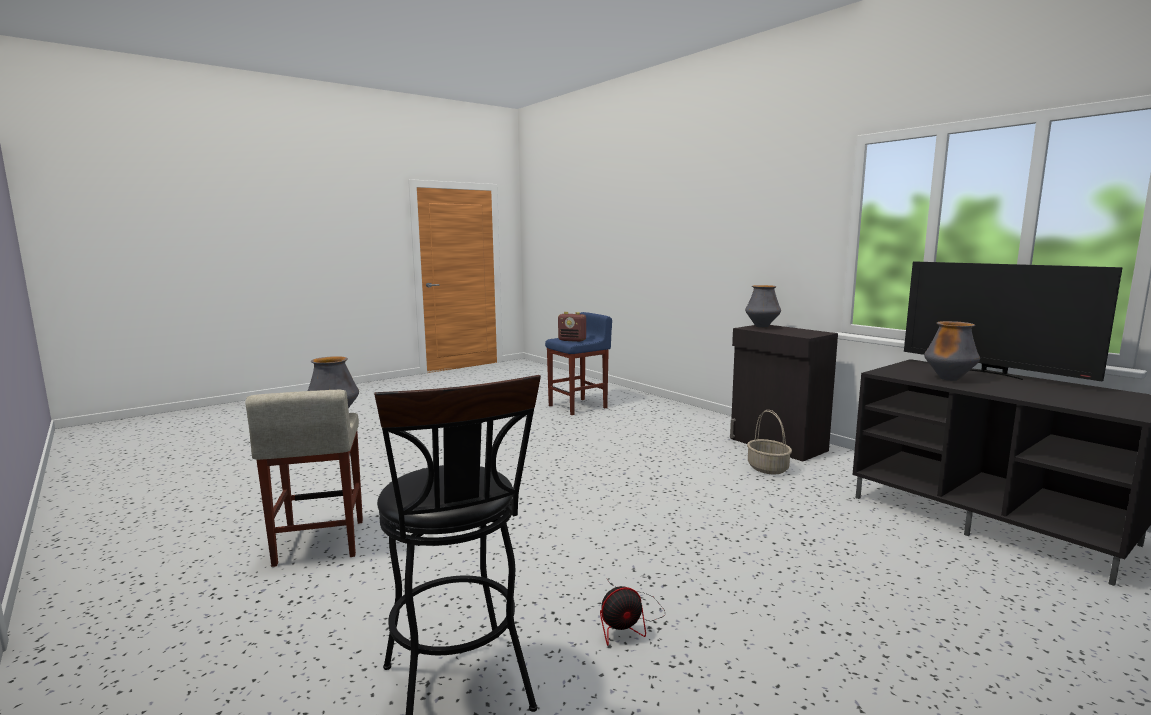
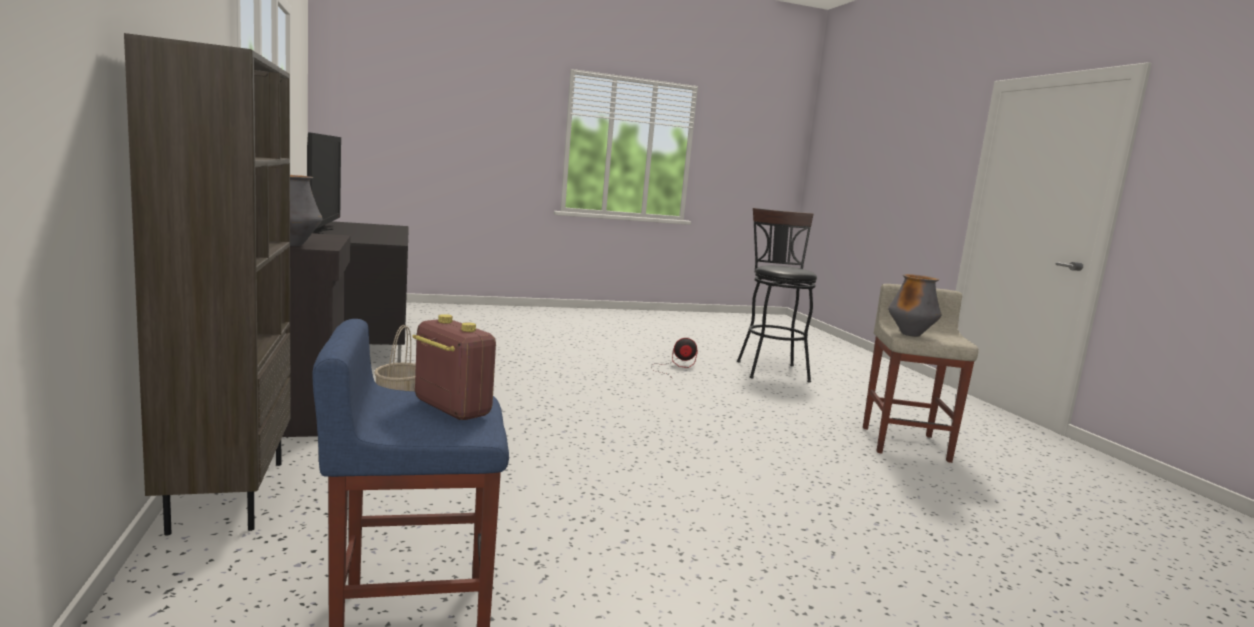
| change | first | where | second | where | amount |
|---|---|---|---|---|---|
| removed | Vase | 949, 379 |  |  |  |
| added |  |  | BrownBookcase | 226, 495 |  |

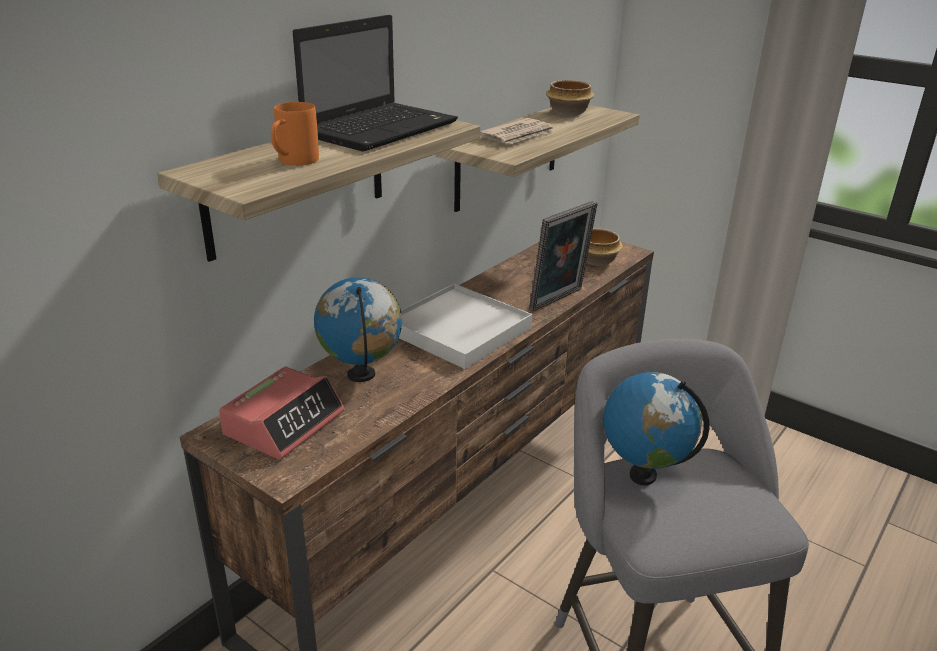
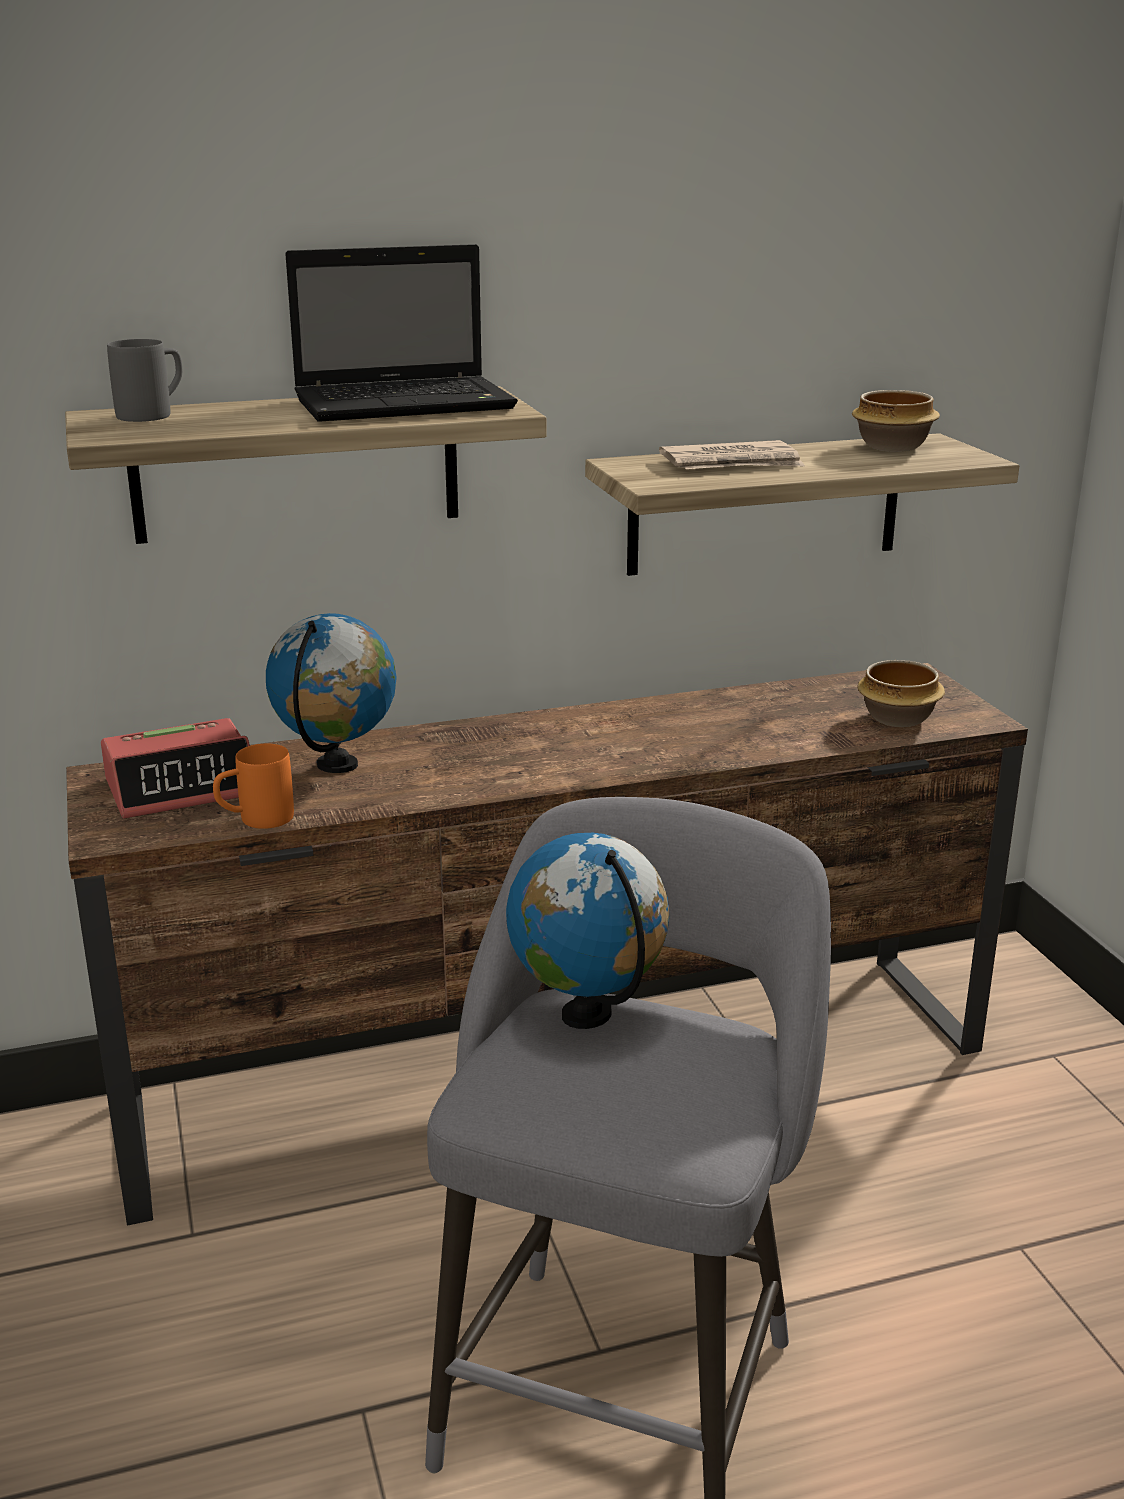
| change | first | where | second | where | amount |
|---|---|---|---|---|---|
| moved | OrangeMug | 293, 162 |  | 255, 820 |  |
| removed | WhiteTray | 459, 330 |  |  |  |
| removed | PictureFrame | 559, 300 |  |  |  |
| added |  |  | GreyMug | 154, 414 |  |

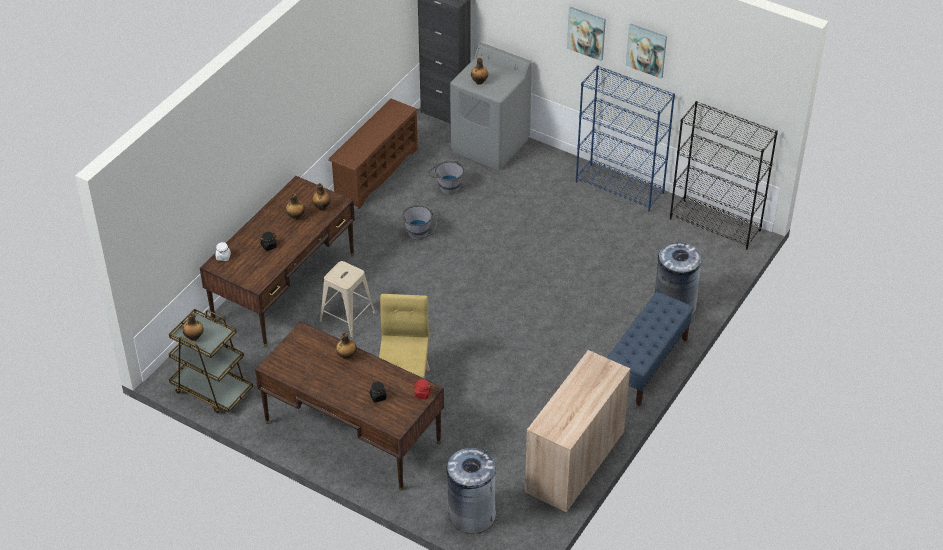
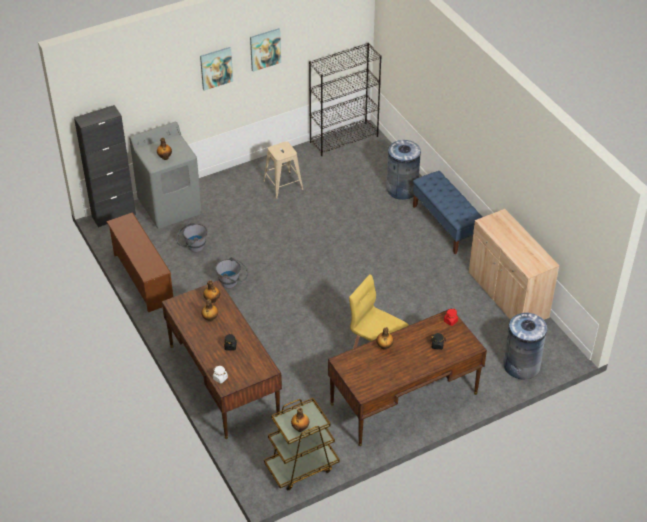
| change | first | where | second | where | amount |
|---|---|---|---|---|---|
| moved | BeigeStool | 347, 317 |  | 283, 185 |  |
| removed | BlueBookcase | 620, 187 |  |  |  |

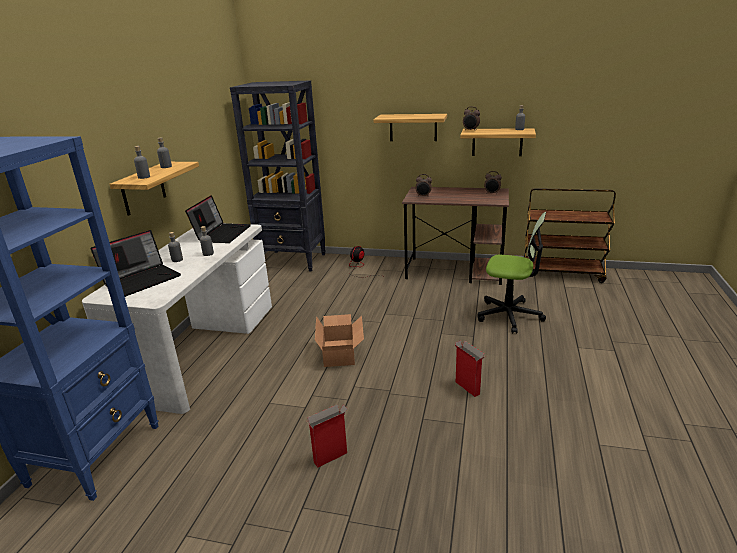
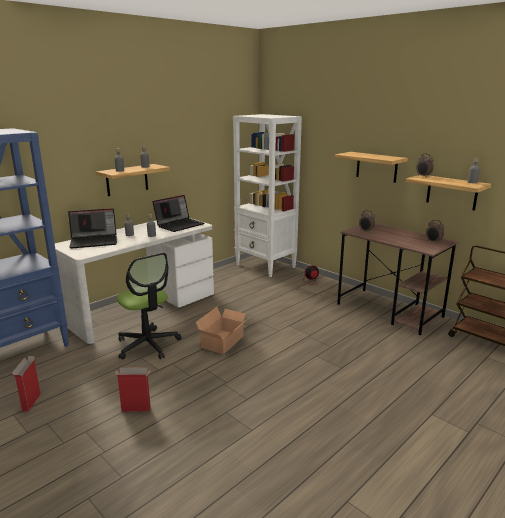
| change | first | where | second | where | amount |
|---|---|---|---|---|---|
| recoloured | BlackBookcase | 293, 261 | WhiteBookcase | 265, 266 |  |
| moved | CardboardBox | 468, 388 |  | 31, 402 |  |
| moved | OfficeChair | 509, 315 |  | 148, 345 |  |

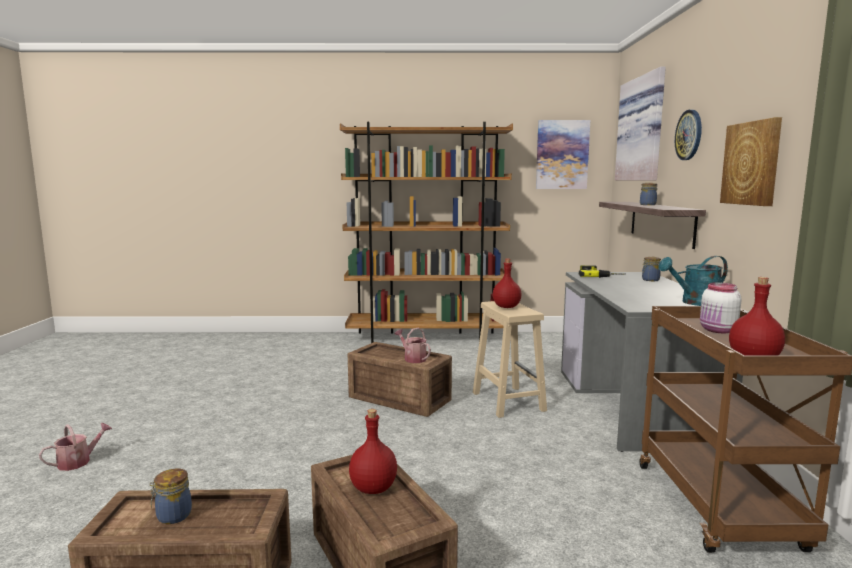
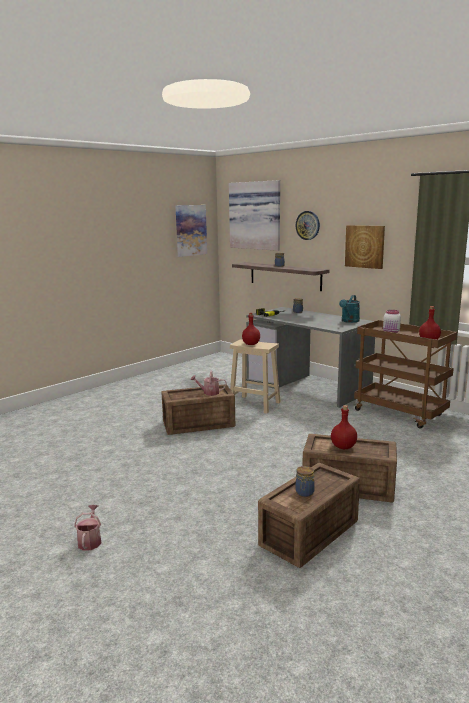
| change | first | where | second | where | amount |
|---|---|---|---|---|---|
| removed | BrownBookcase | 426, 338 |  |  |  |

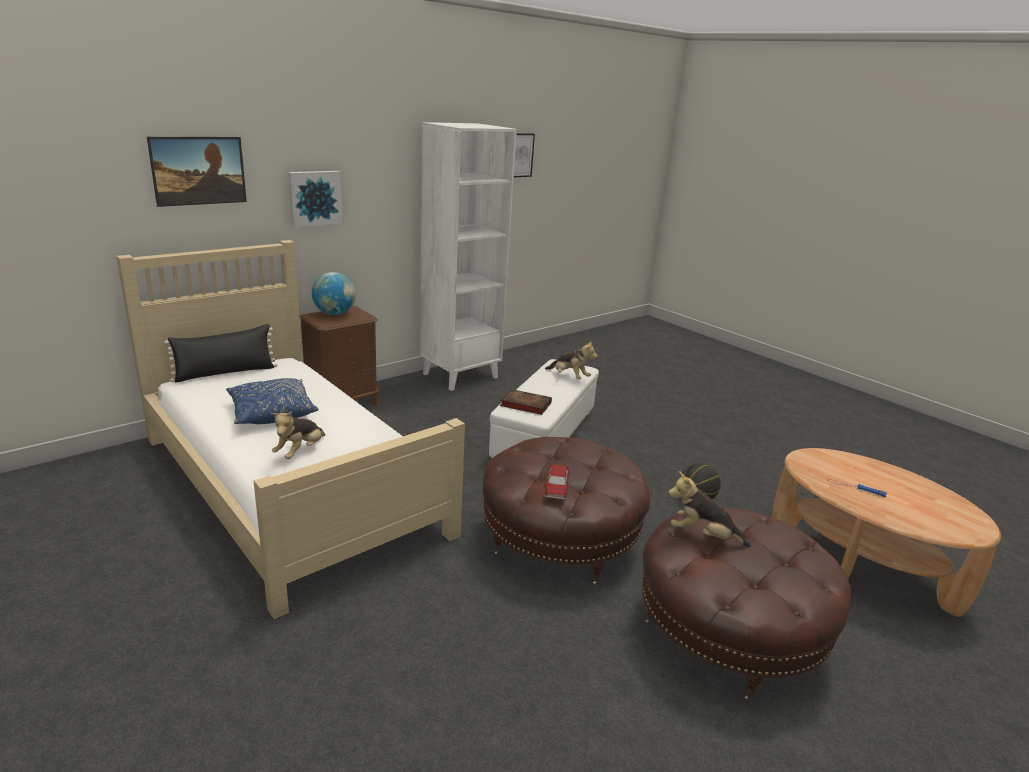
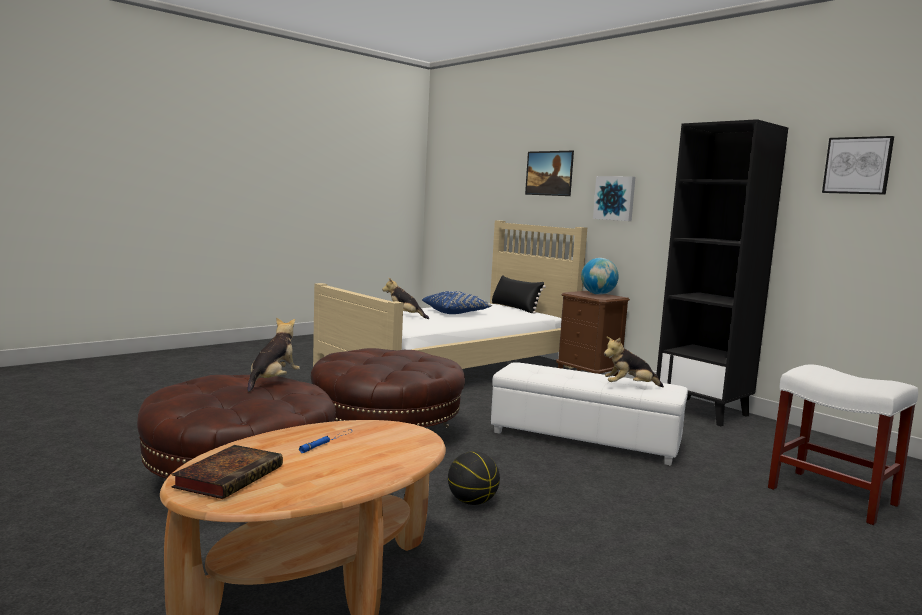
| change | first | where | second | where | amount |
|---|---|---|---|---|---|
| recoloured | WhiteBookcase | 460, 375 | BlackBookcase | 703, 411 |  |
| moved | Book | 524, 404 |  | 230, 476 |  |
| turned | PlushToy | 569, 377 |  | 629, 387 | 45 degrees clockwise |
| removed | ToyCar | 556, 489 |  |  |  |
| added |  |  | WhiteStool | 830, 495 |  |

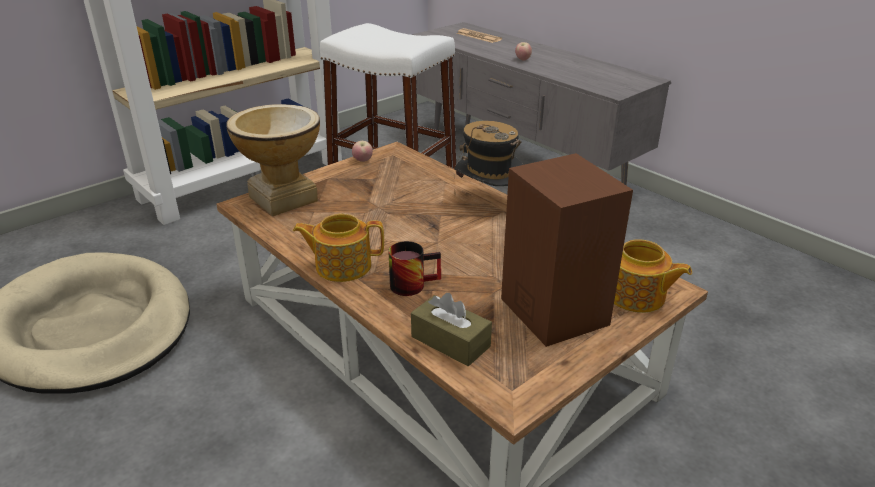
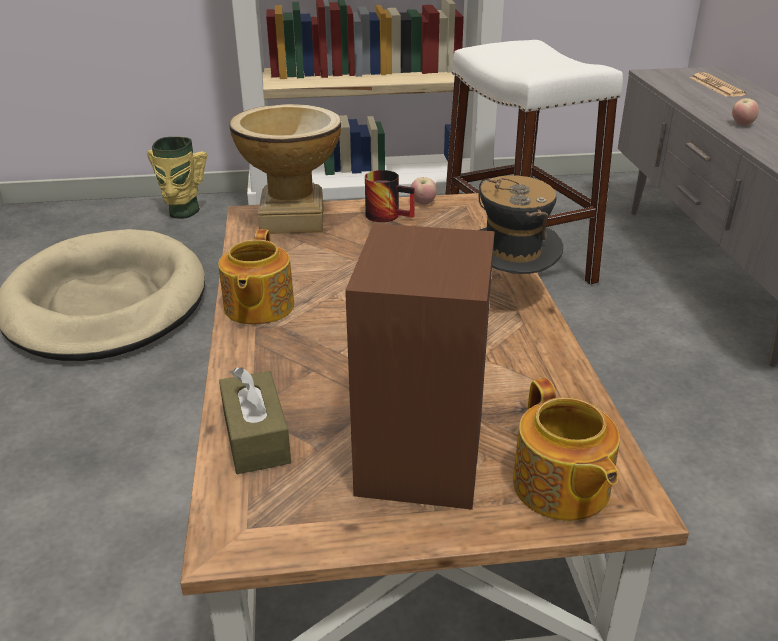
| change | first | where | second | where | amount |
|---|---|---|---|---|---|
| turned | Teapot | 342, 266 |  | 257, 307 | 120 degrees counterclockwise |
| moved | Mug | 412, 283 |  | 389, 215 |  |
| added |  |  | Vase | 182, 212 |  |

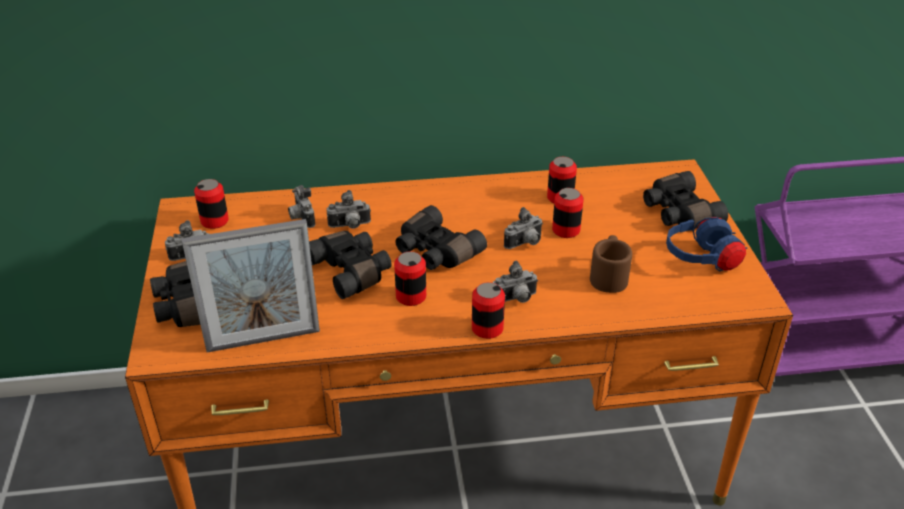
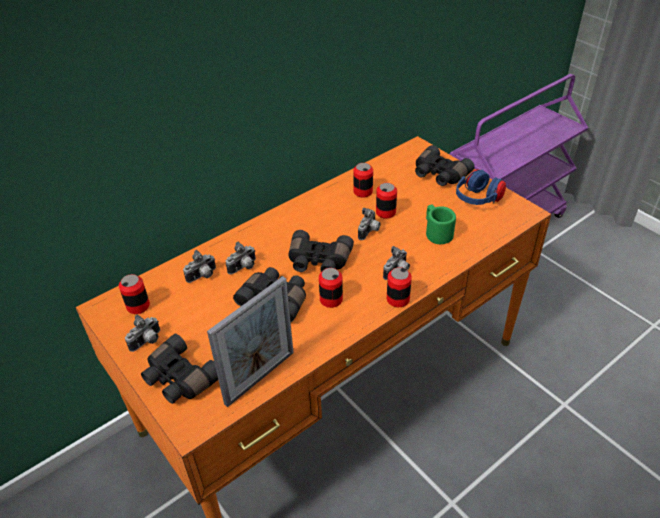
| change | first | where | second | where | amount |
|---|---|---|---|---|---|
| turned | PhotoCamera | 301, 218 |  | 203, 276 | 75 degrees counterclockwise |
| recoloured | BrownMug | 609, 276 | GreenMug | 436, 232 |  |

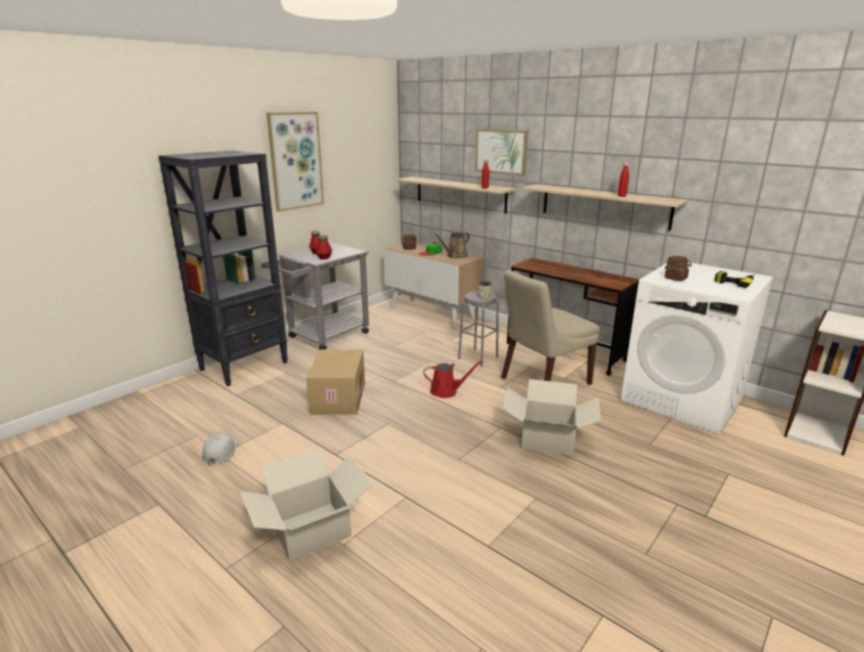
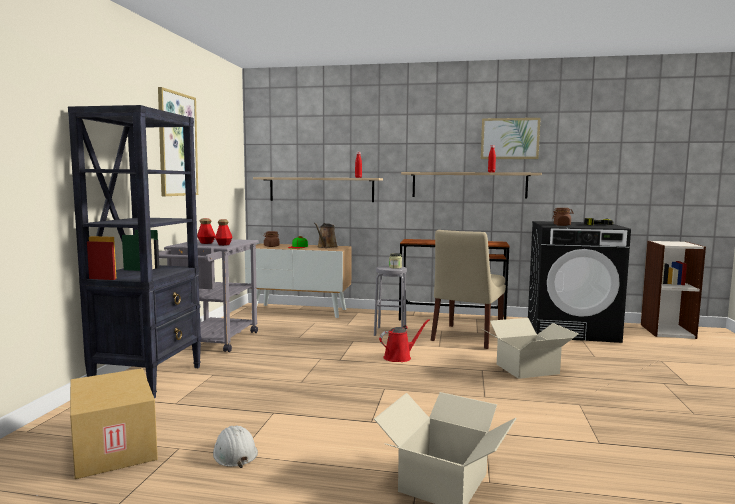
| change | first | where | second | where | amount |
|---|---|---|---|---|---|
| moved | CardboardBox | 337, 397 |  | 112, 446 |  |
| moved | Picture | 501, 151 |  | 509, 138 |  |
| recoloured | WhiteWashingMachine | 682, 399 | BlackWashingMachine | 571, 330 |  |

